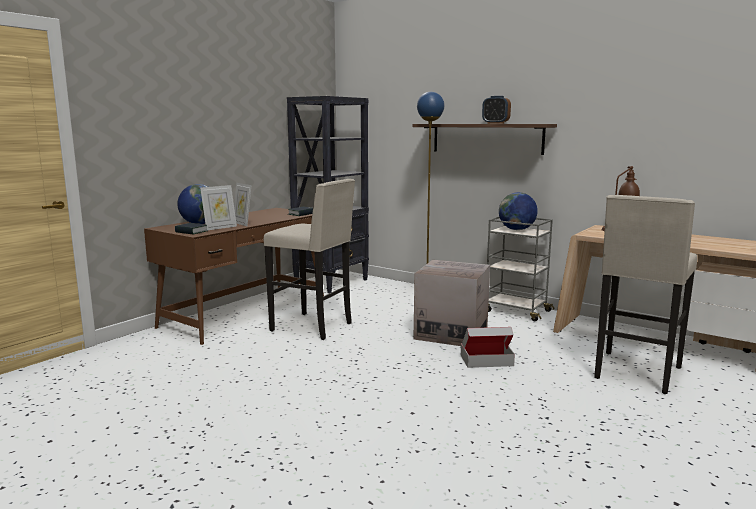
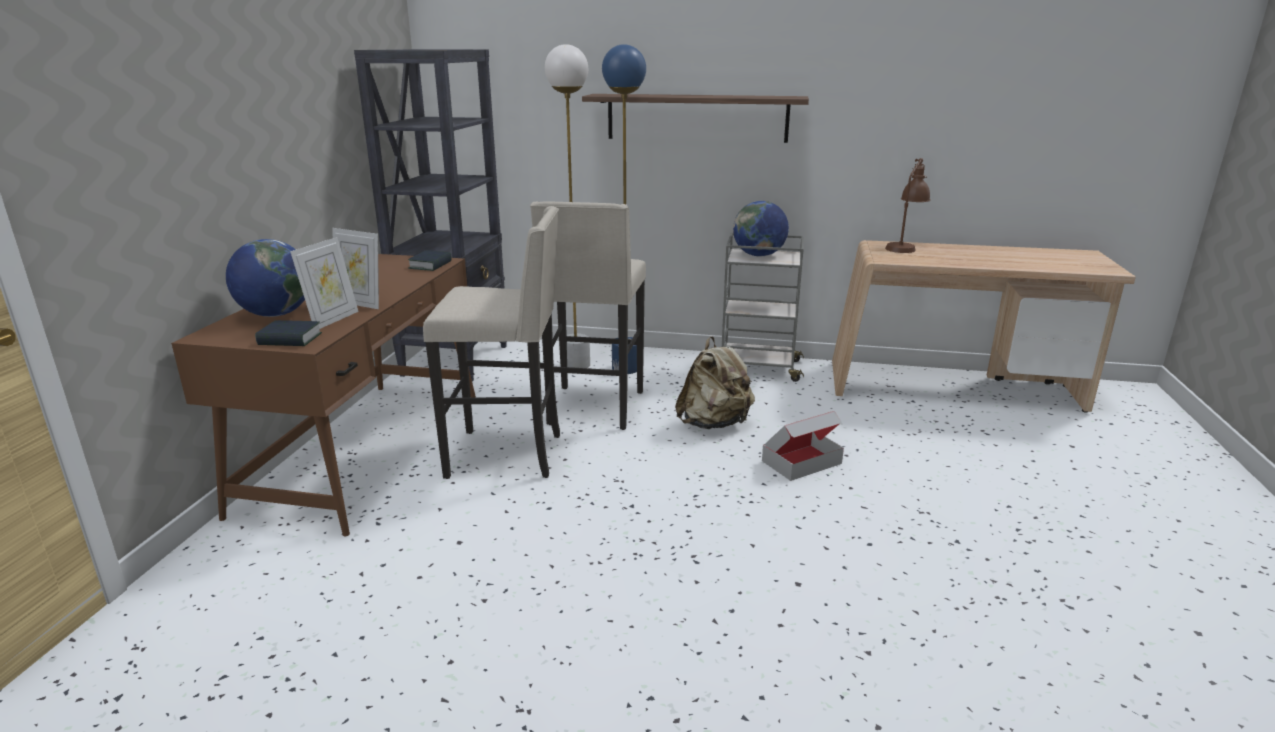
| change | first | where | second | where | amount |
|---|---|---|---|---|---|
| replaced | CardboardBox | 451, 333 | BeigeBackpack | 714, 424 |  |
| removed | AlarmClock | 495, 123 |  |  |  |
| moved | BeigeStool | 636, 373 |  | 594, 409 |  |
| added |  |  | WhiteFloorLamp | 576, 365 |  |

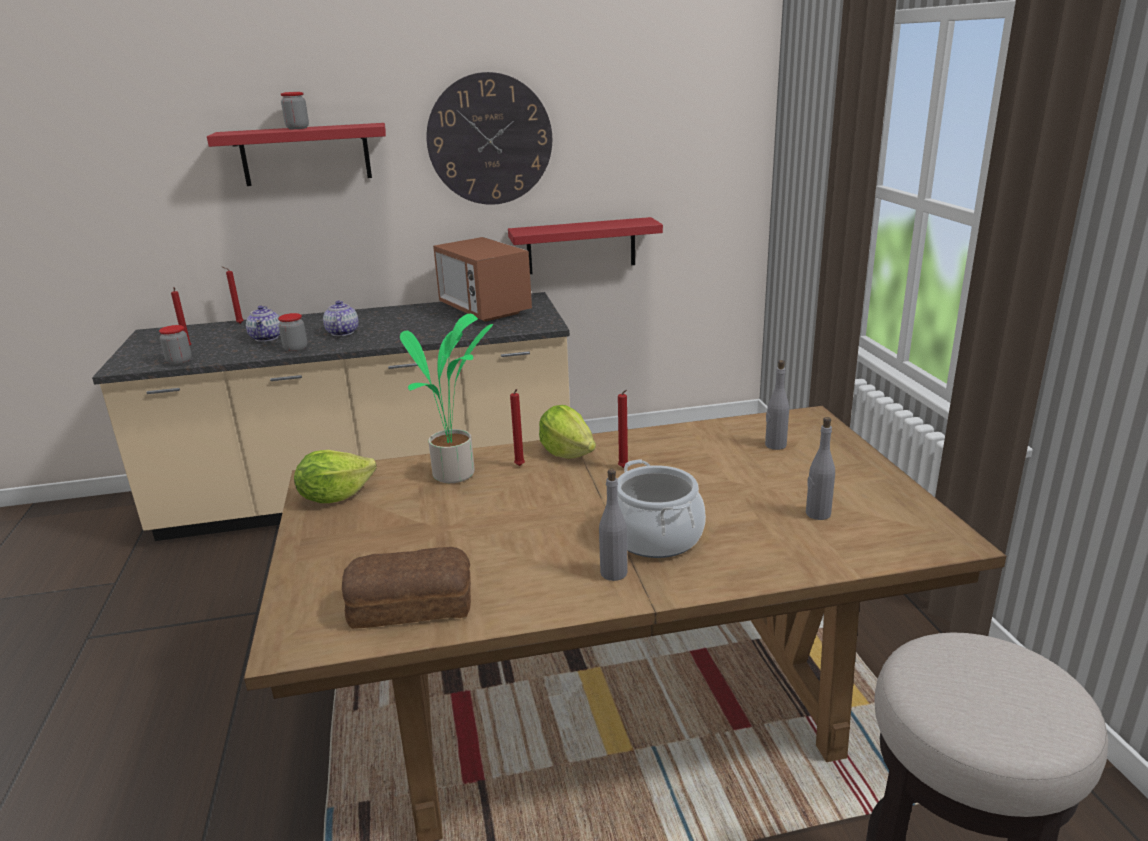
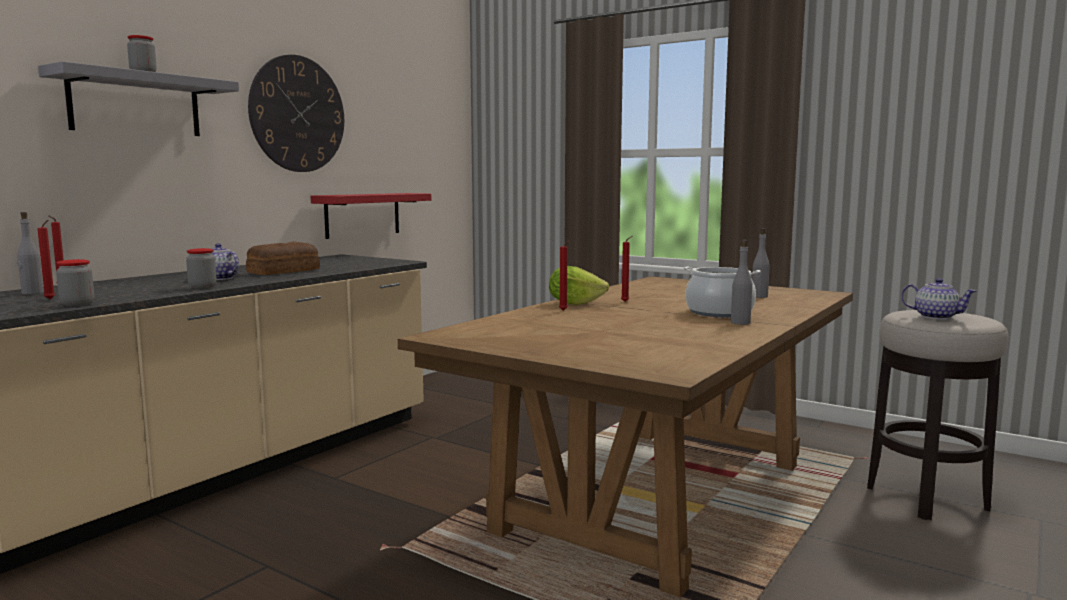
| change | first | where | second | where | amount |
|---|---|---|---|---|---|
| recoloured | RedShelf | 305, 154 | GreyShelf | 135, 104 |  |
| moved | Teapot | 267, 337 |  | 935, 316 |  |
| removed | Lettuce | 335, 496 |  |  |  |
| moved | Bread | 409, 604 |  | 282, 271 |  |
| removed | PottedPlant | 457, 474 |  |  |  |
| removed | Microwave | 484, 310 |  |  |  |
| moved | GreyBottle | 775, 445 |  | 32, 293 |  |

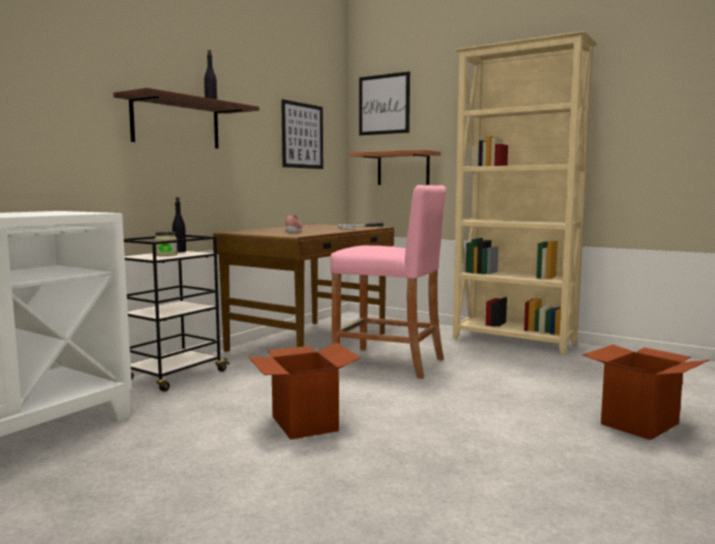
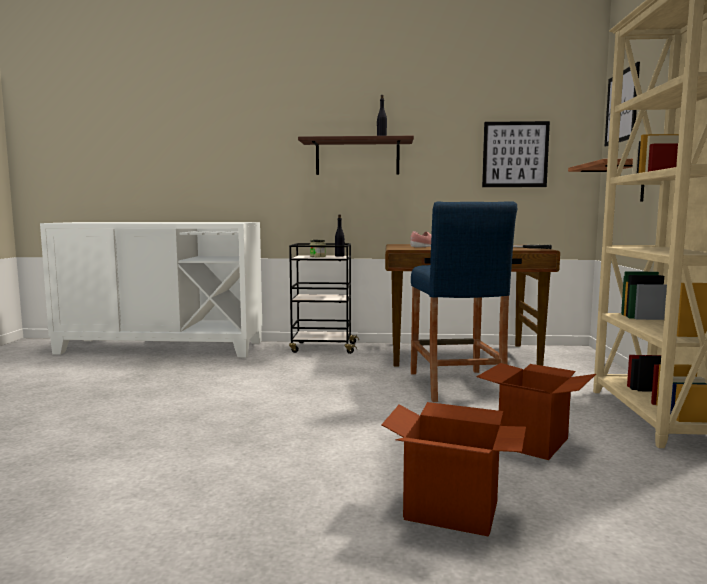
| change | first | where | second | where | amount |
|---|---|---|---|---|---|
| moved | CardboardBox | 304, 423 |  | 533, 442 |  |
| recoloured | PinkStool | 389, 363 | BlueStool | 455, 385 |  |

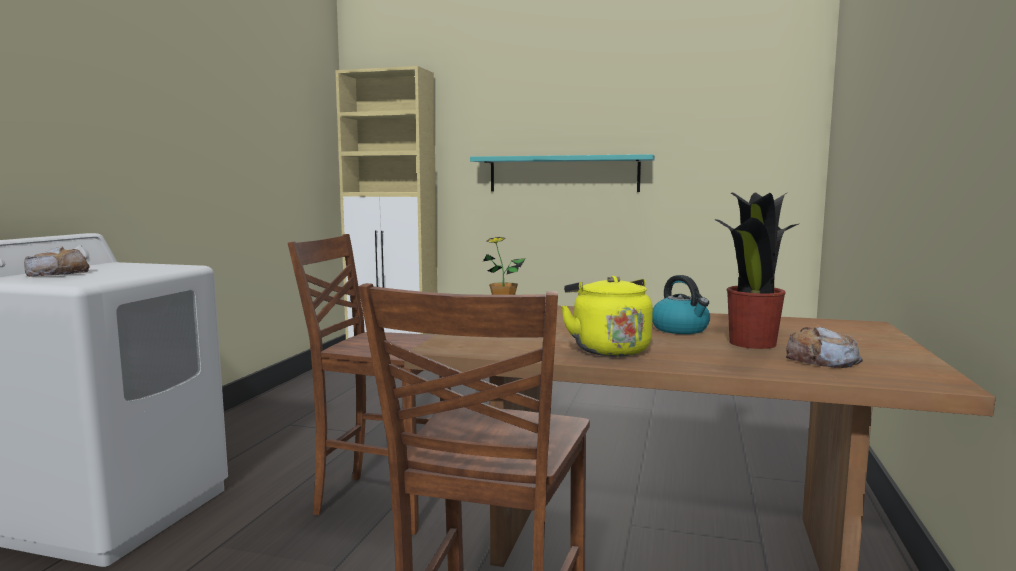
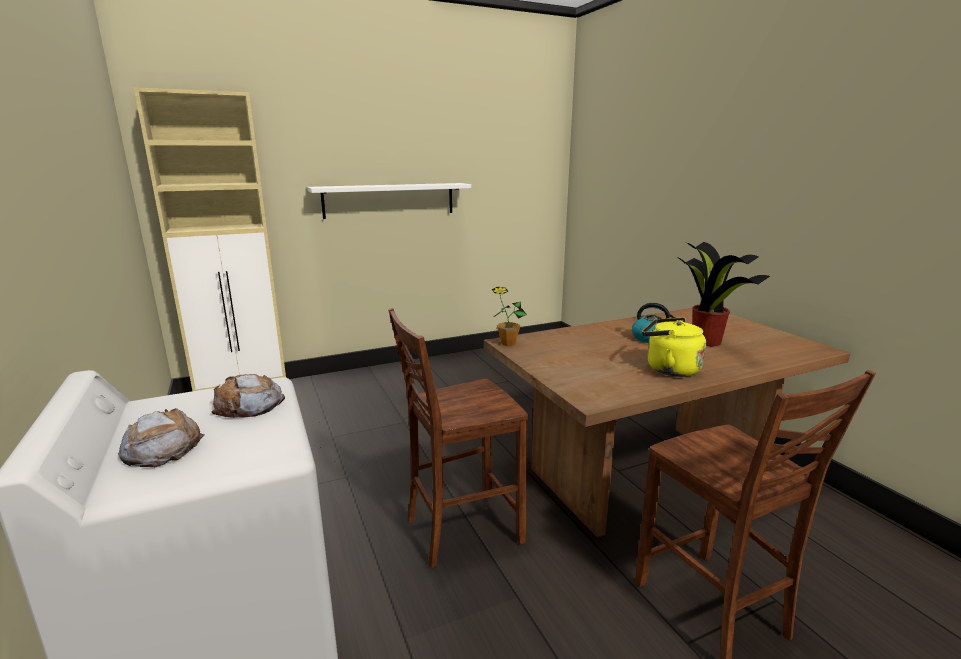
| change | first | where | second | where | amount |
|---|---|---|---|---|---|
| recoloured | TurquoiseShelf | 563, 174 | WhiteShelf | 389, 200 |  |
| moved | Bread | 822, 359 |  | 249, 405 |  |

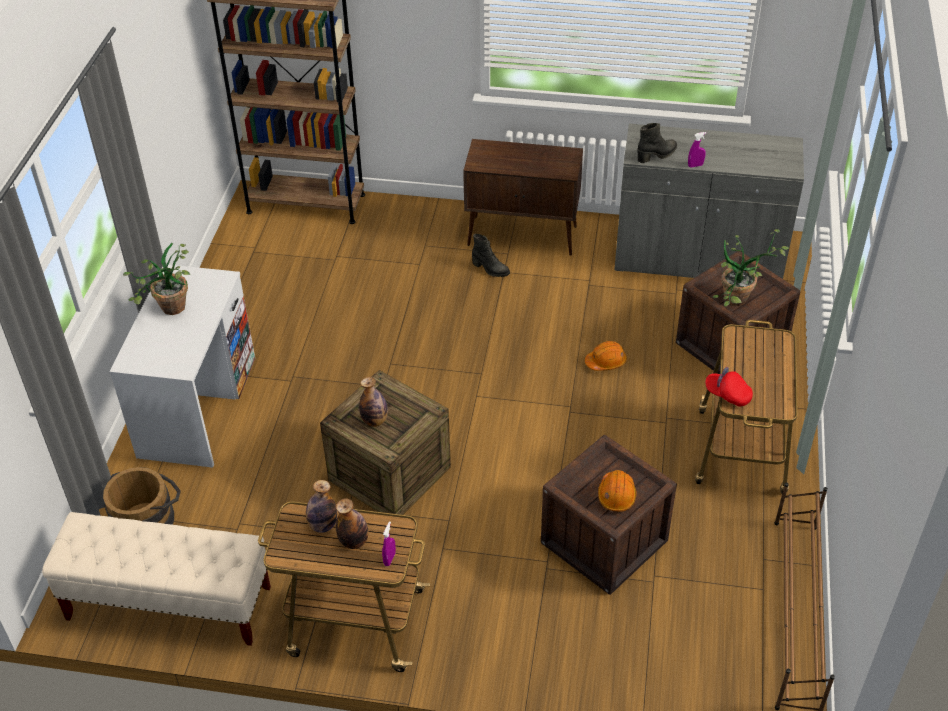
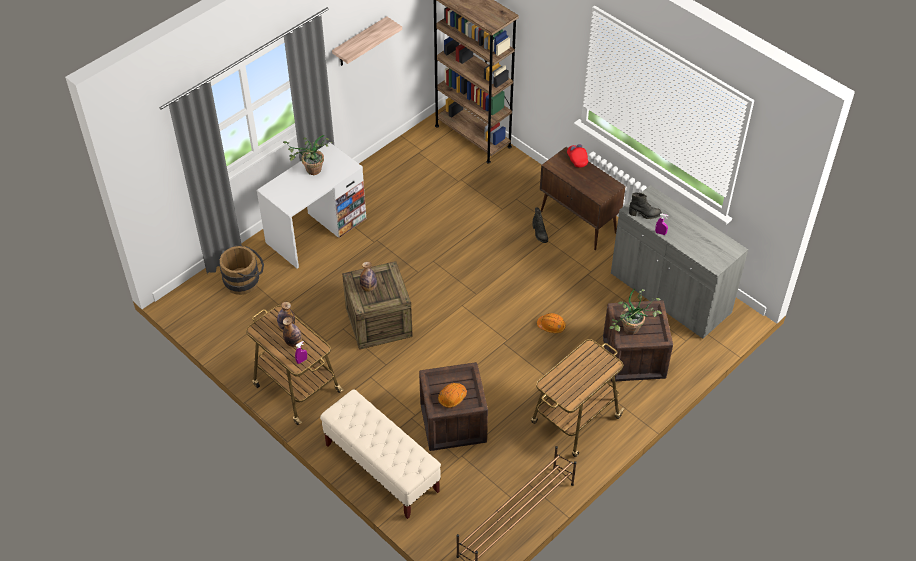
| change | first | where | second | where | amount |
|---|---|---|---|---|---|
| moved | BeigeBench | 168, 603 |  | 381, 468 |  |
| moved | RedCap | 727, 394 |  | 577, 159 |  |
| added |  |  | Shelf | 360, 42 |  |

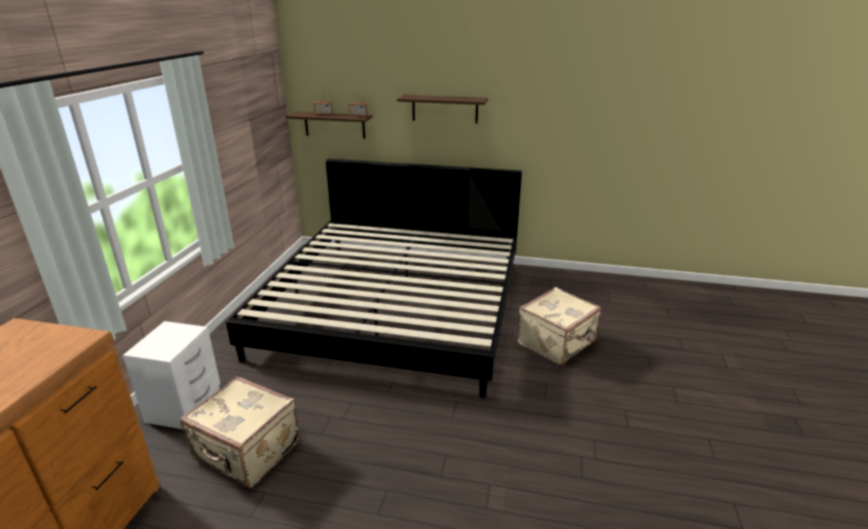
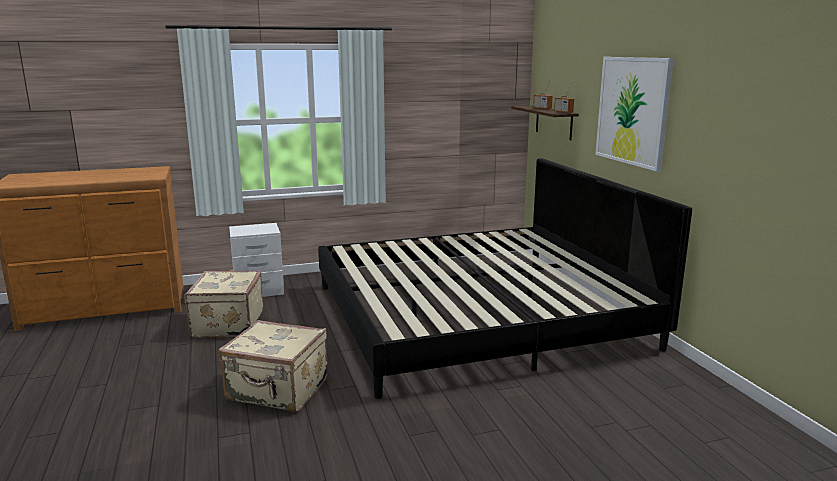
| change | first | where | second | where | amount |
|---|---|---|---|---|---|
| replaced | Shelf | 444, 109 | Picture | 632, 111 |  |
| moved | BeigeSuitcase | 557, 343 |  | 277, 391 |  |

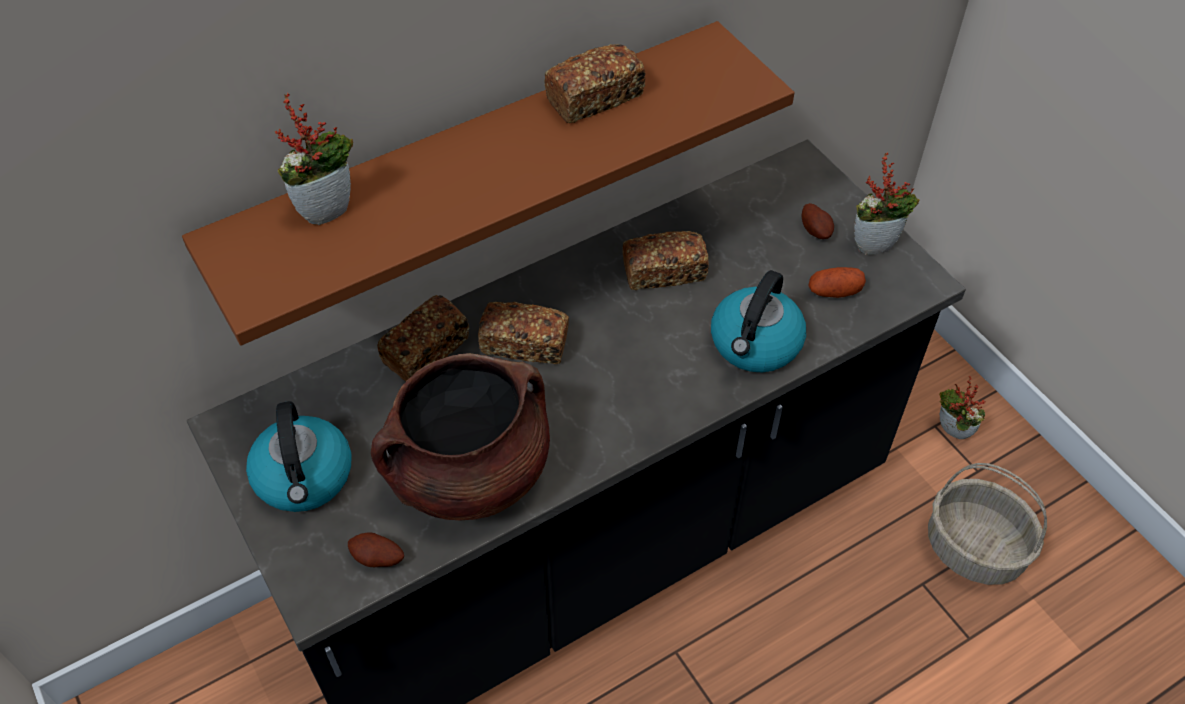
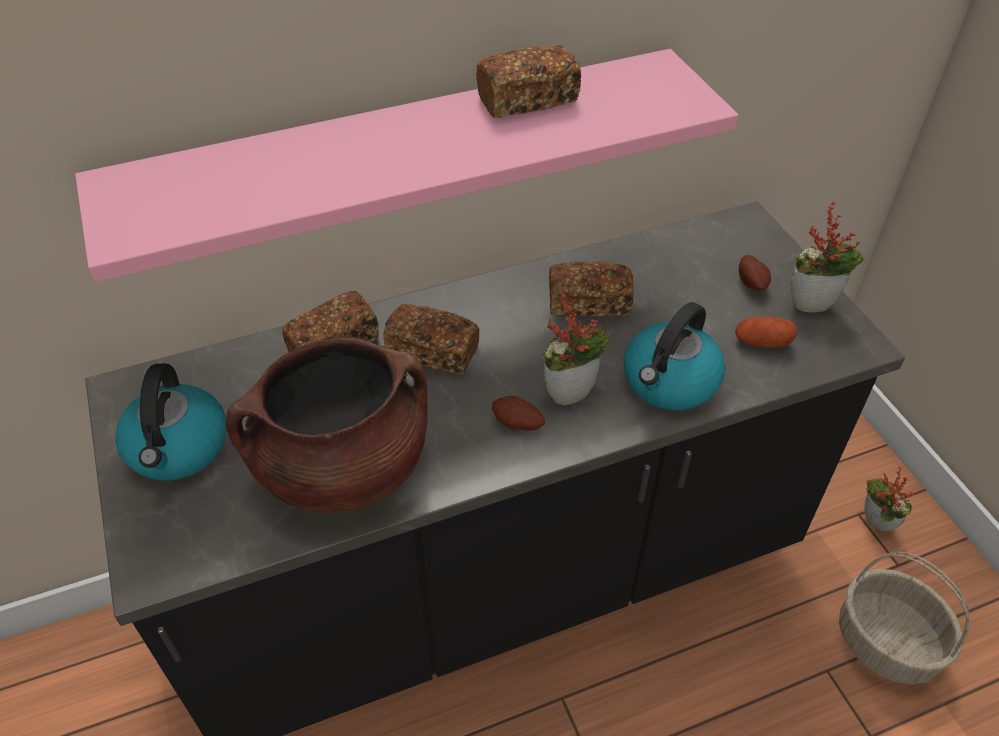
| change | first | where | second | where | amount |
|---|---|---|---|---|---|
| recoloured | BrownShelf | 475, 162 | PinkShelf | 402, 156 |  |
| moved | PottedPlant | 327, 208 |  | 570, 390 |  |
| moved | Potato | 377, 559 |  | 517, 425 |  |

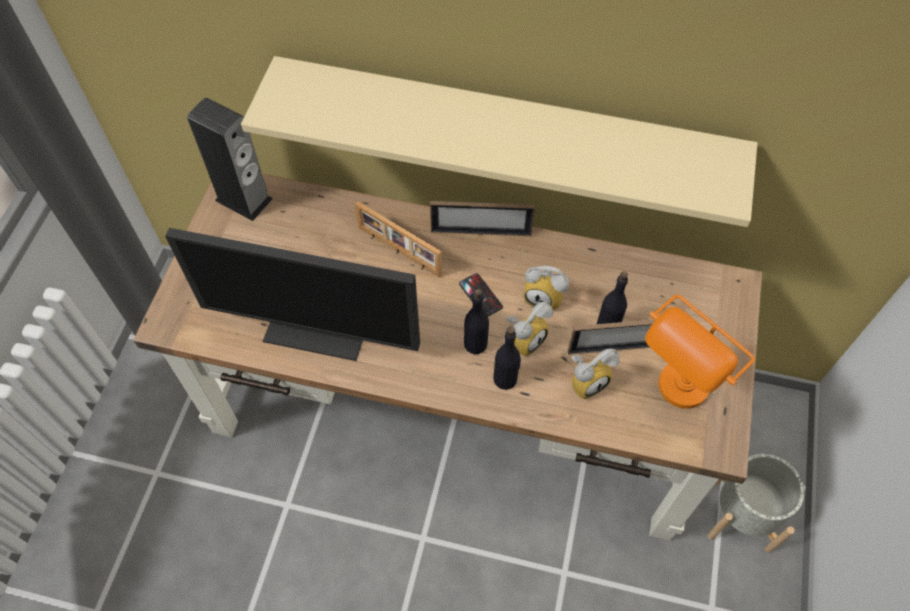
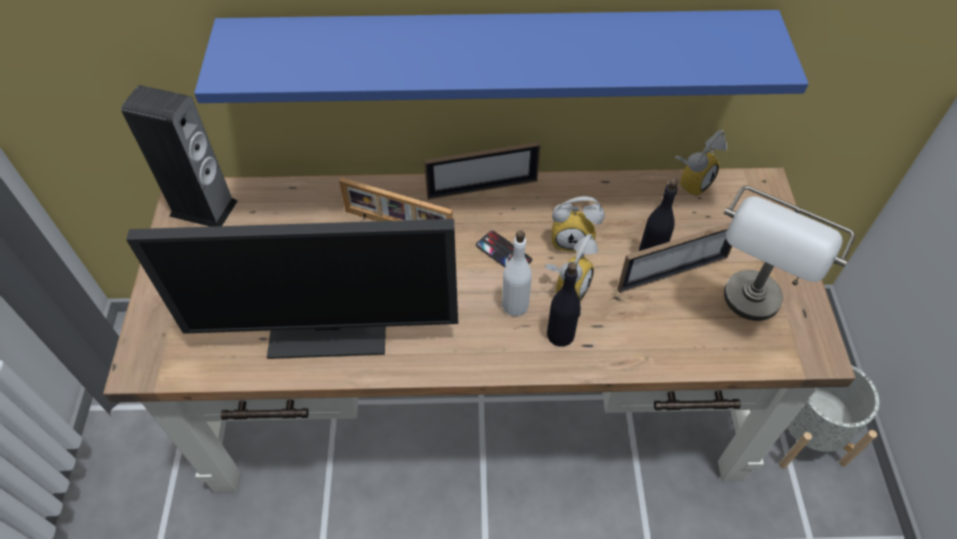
| change | first | where | second | where | amount |
|---|---|---|---|---|---|
| recoloured | BeigeShelf | 505, 127 | BlueShelf | 497, 54 |  |
| recoloured | BlackBottle | 475, 344 | WhiteBottle | 515, 304 |  |
| moved | AlarmClock | 587, 380 |  | 691, 181 |  |
| recoloured | OrangeTableLamp | 673, 398 | GreyTableLamp | 746, 312 |  |

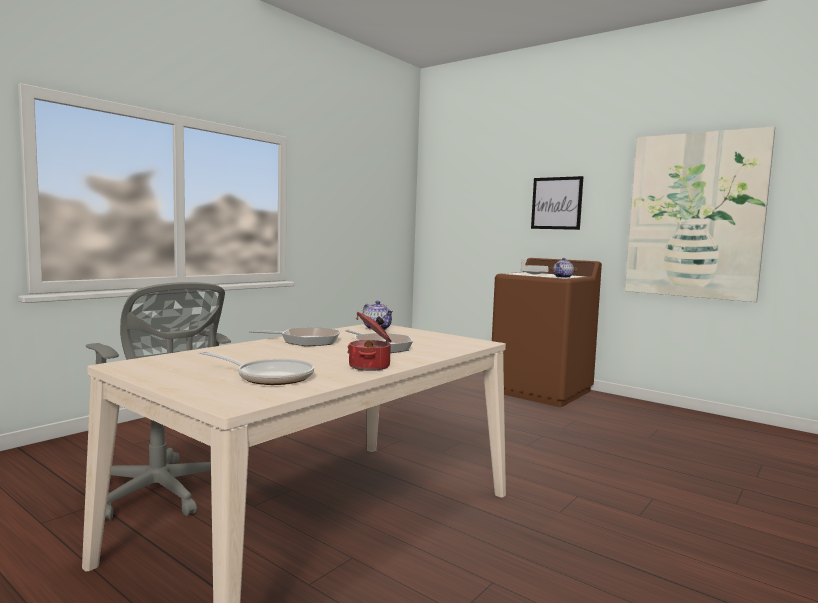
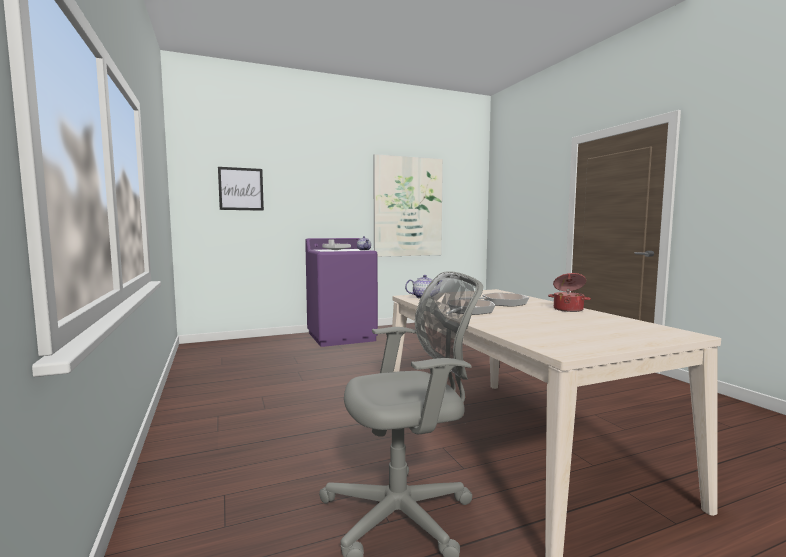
| change | first | where | second | where | amount |
|---|---|---|---|---|---|
| removed | FryingPan | 270, 377 |  |  |  |
| recoloured | BrownWashingMachine | 541, 391 | PurpleWashingMachine | 342, 337 |  |
| moved | Picture | 556, 203 |  | 241, 189 |  |

